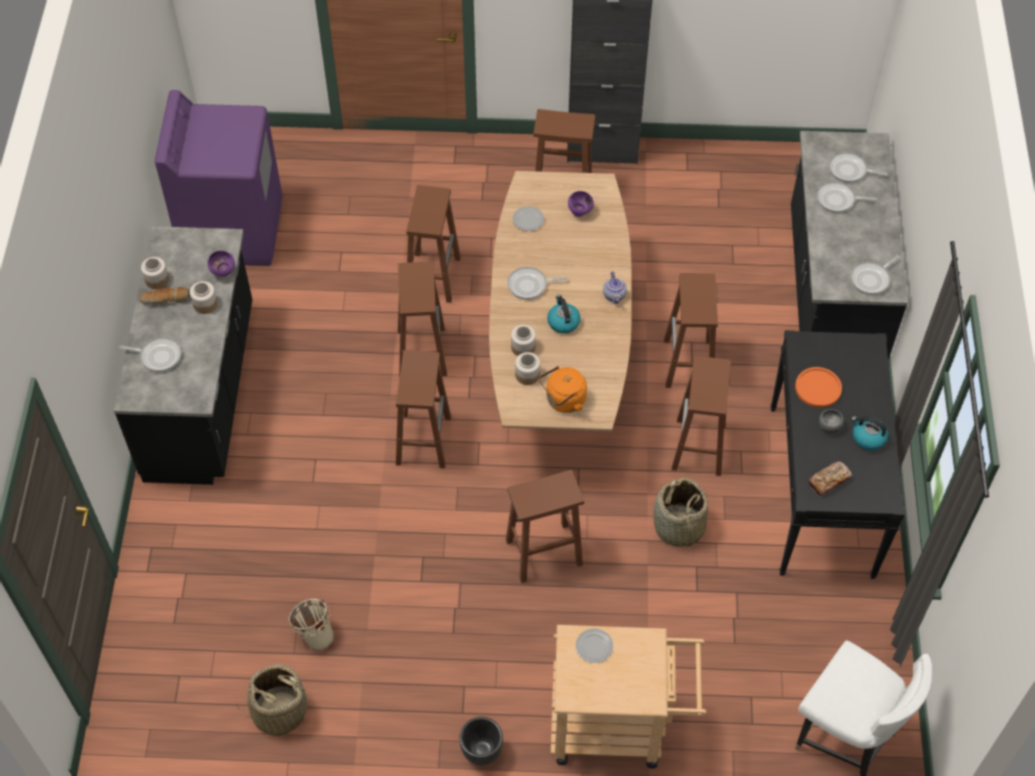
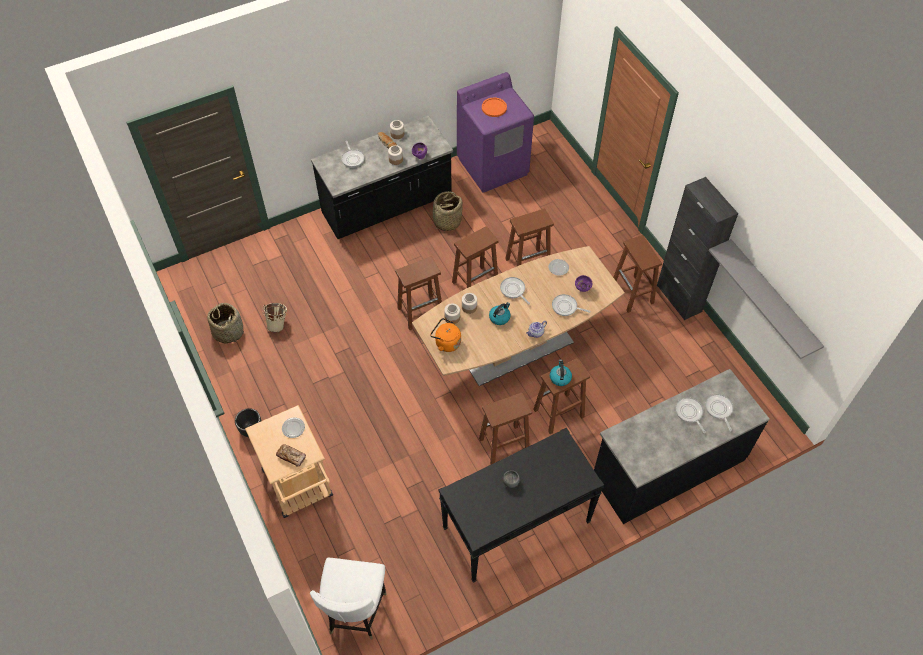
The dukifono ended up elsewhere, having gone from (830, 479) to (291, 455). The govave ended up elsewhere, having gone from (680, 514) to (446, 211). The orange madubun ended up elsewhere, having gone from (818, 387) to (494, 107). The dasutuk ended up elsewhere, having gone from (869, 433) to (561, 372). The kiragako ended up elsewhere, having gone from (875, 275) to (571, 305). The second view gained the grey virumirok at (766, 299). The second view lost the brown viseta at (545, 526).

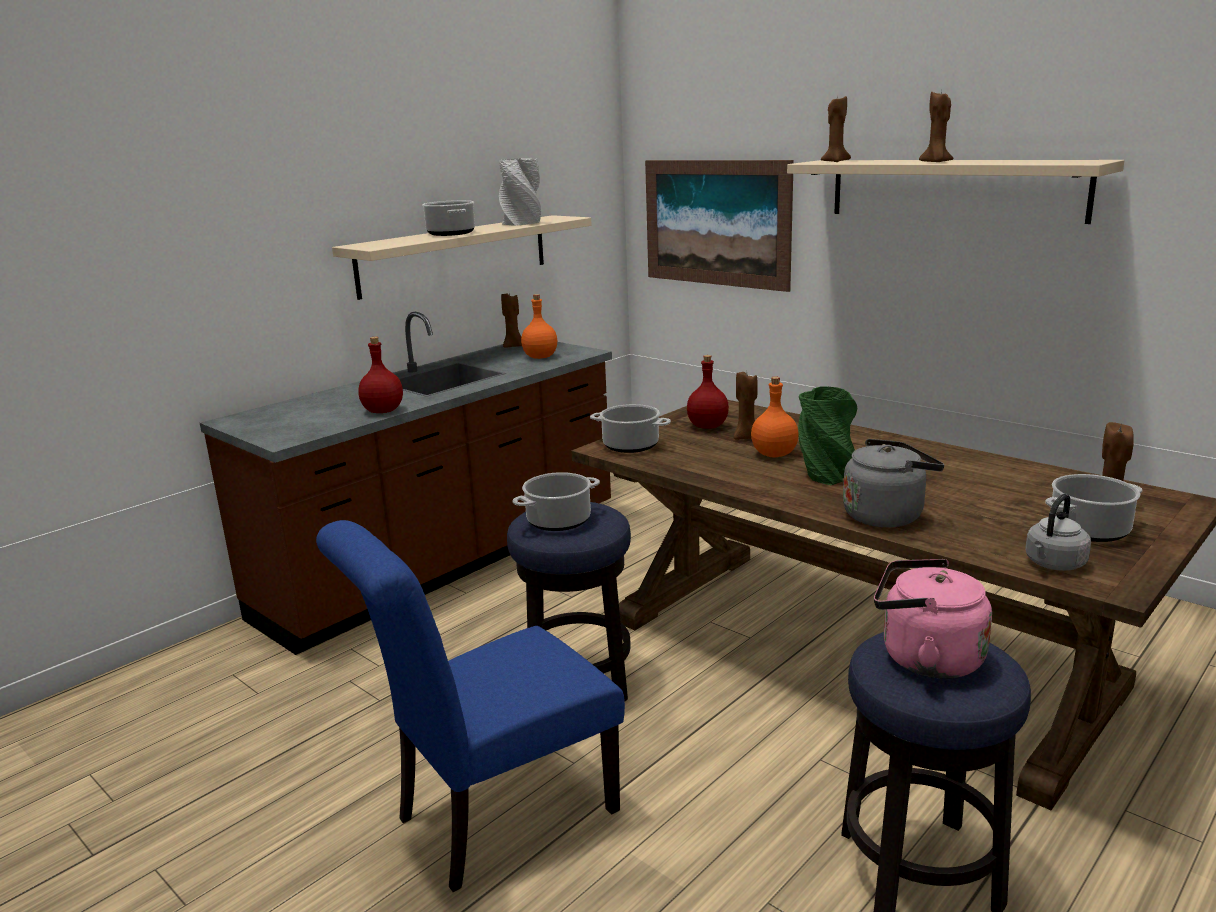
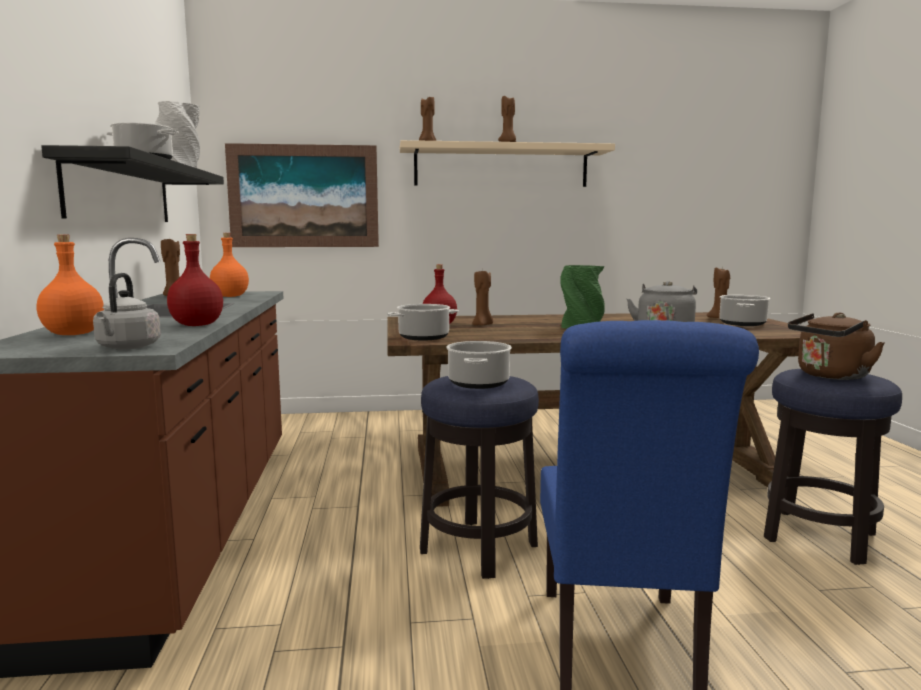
The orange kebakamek ended up elsewhere, having gone from (775, 417) to (70, 284). What was the beige virumirok at (462, 257) turned into the black virumirok at (132, 183). The grey dasutuk ended up elsewhere, having gone from (1058, 532) to (127, 311). What was the pink dasutuk at (933, 619) turned into the brown dasutuk at (836, 346).

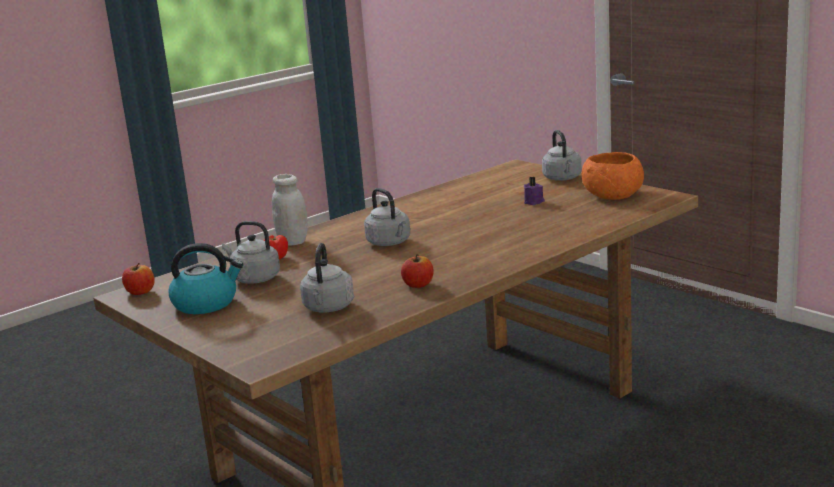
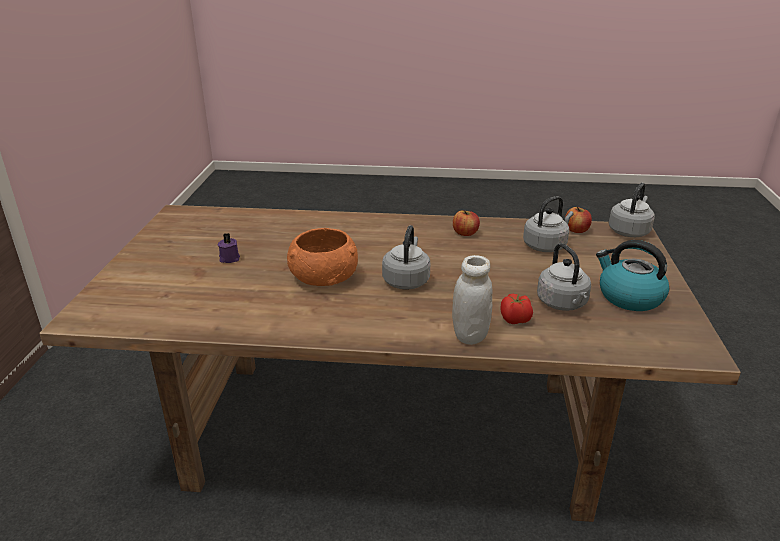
The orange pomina ended up elsewhere, having gone from (613, 176) to (322, 257). The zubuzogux ended up elsewhere, having gone from (138, 279) to (578, 220). The grey dasutuk ended up elsewhere, having gone from (562, 155) to (632, 210).

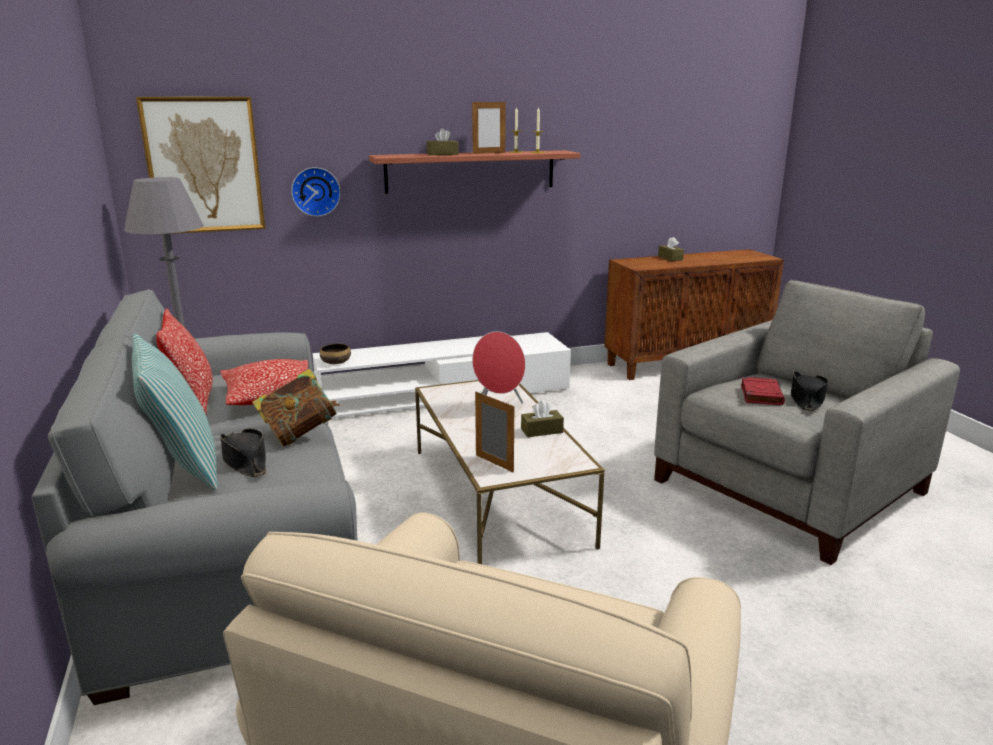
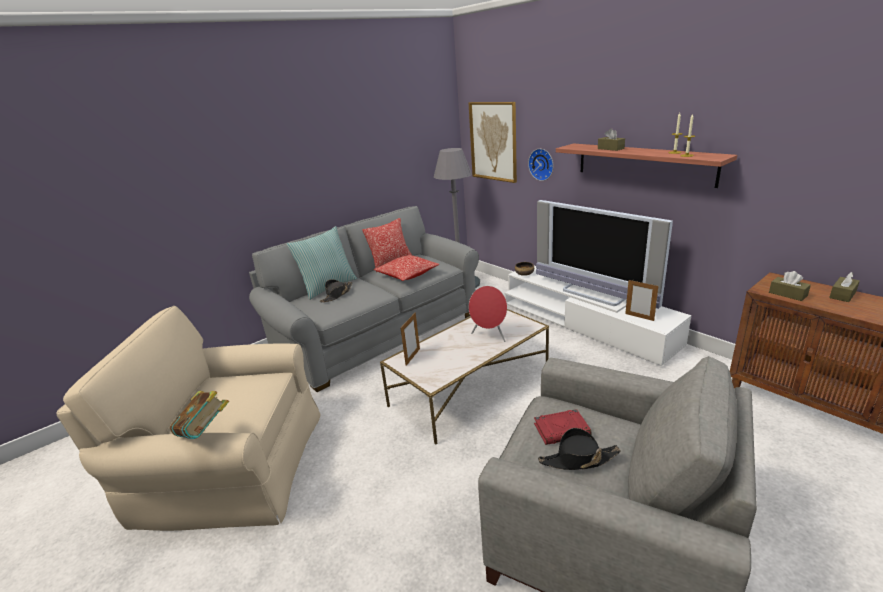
The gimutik ended up elsewhere, having gone from (296, 408) to (199, 415). The second view gained the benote at (604, 254). The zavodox ended up elsewhere, having gone from (489, 127) to (641, 300). The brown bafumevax ended up elsewhere, having gone from (542, 418) to (790, 286).

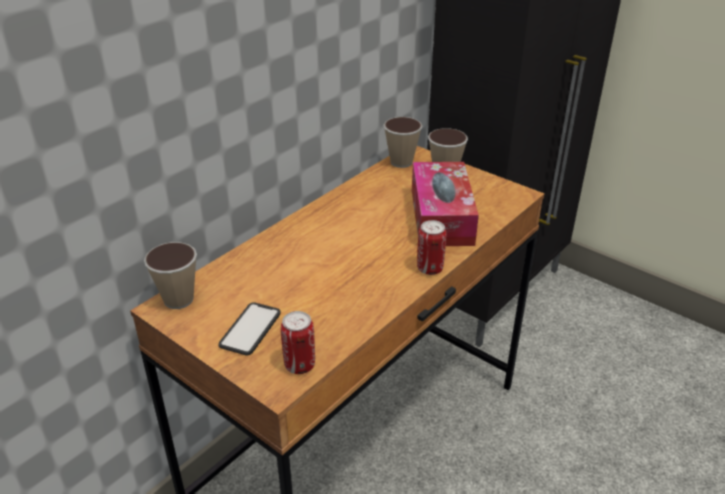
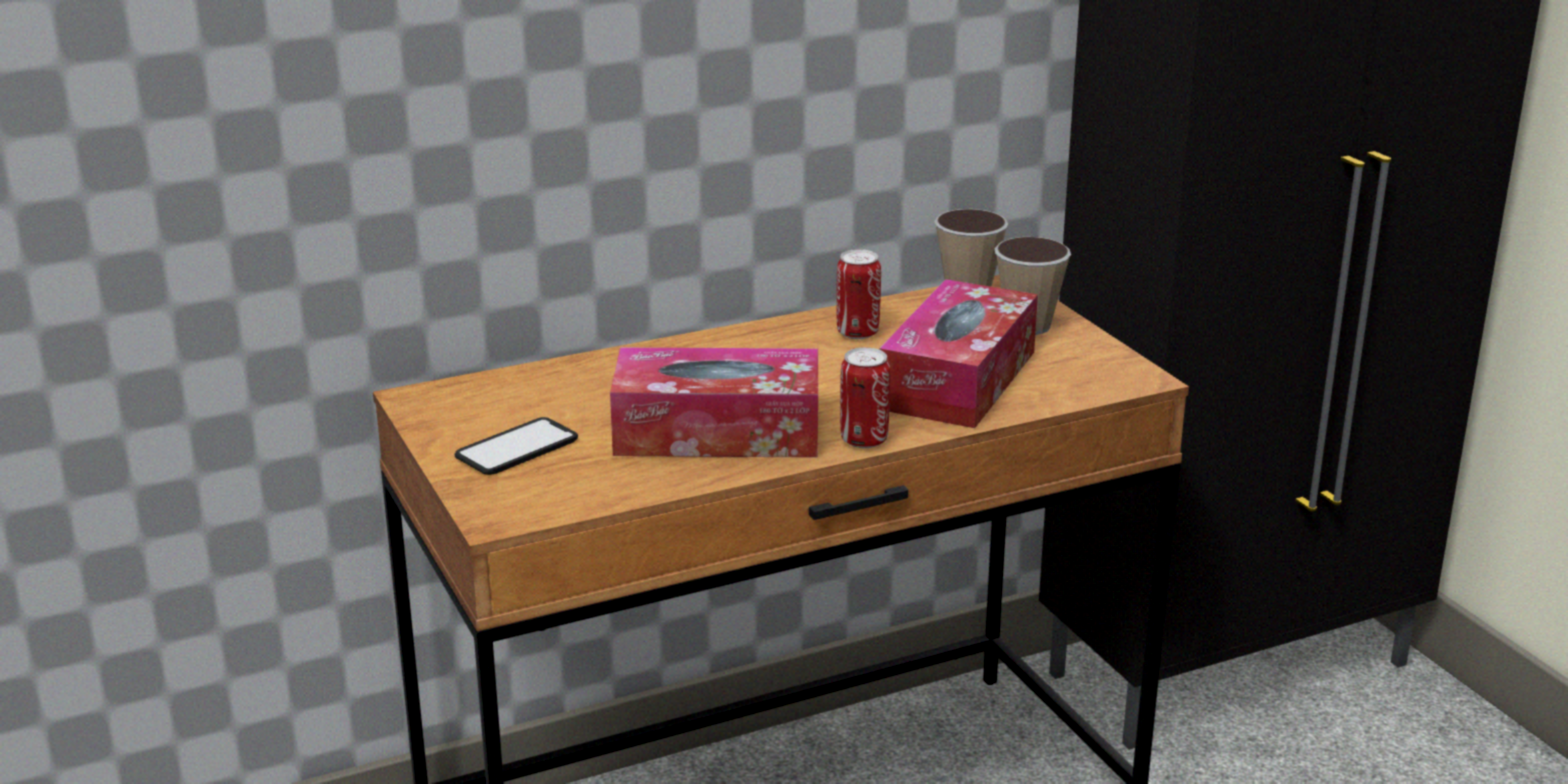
The second view gained the bafumevax at (714, 402). The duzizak ended up elsewhere, having gone from (298, 342) to (859, 294). The second view lost the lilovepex at (170, 275).

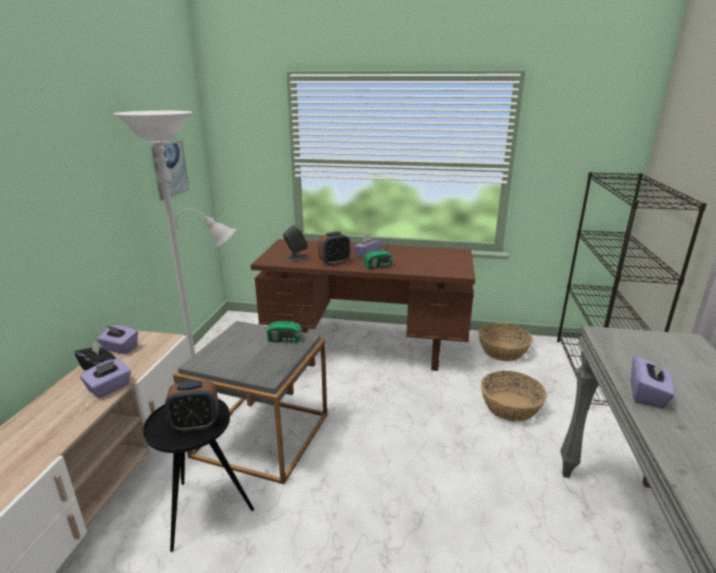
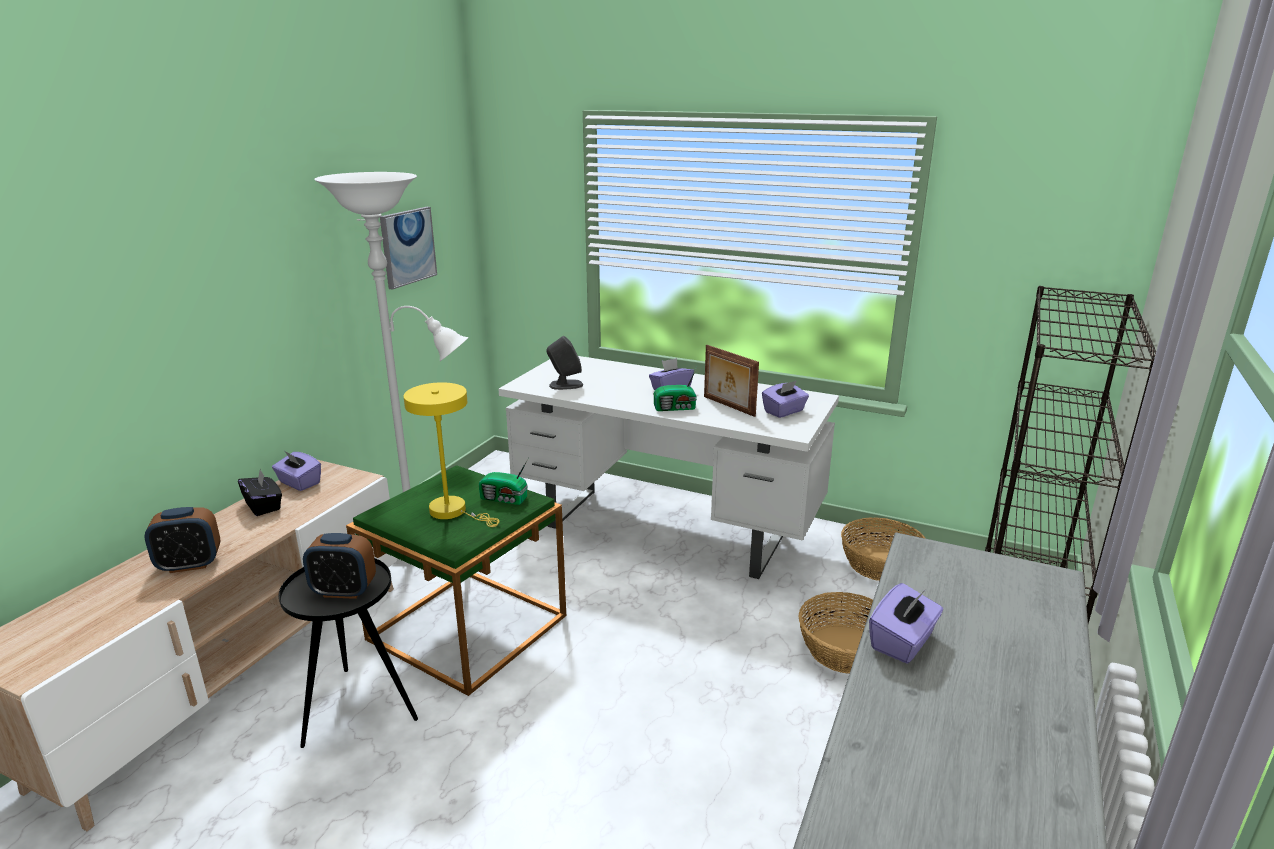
The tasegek ended up elsewhere, having gone from (334, 248) to (182, 540). What was the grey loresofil at (250, 402) turned into the green loresofil at (456, 580). The second view gained the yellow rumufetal at (451, 454). What was the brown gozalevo at (363, 305) turned into the white gozalevo at (668, 467). The second view gained the zavodox at (731, 381). The purple bafumevax ended up elsewhere, having gone from (105, 378) to (785, 399).

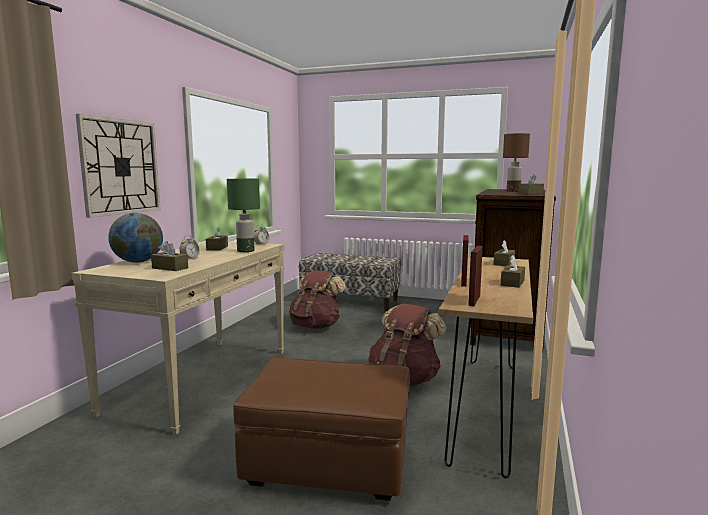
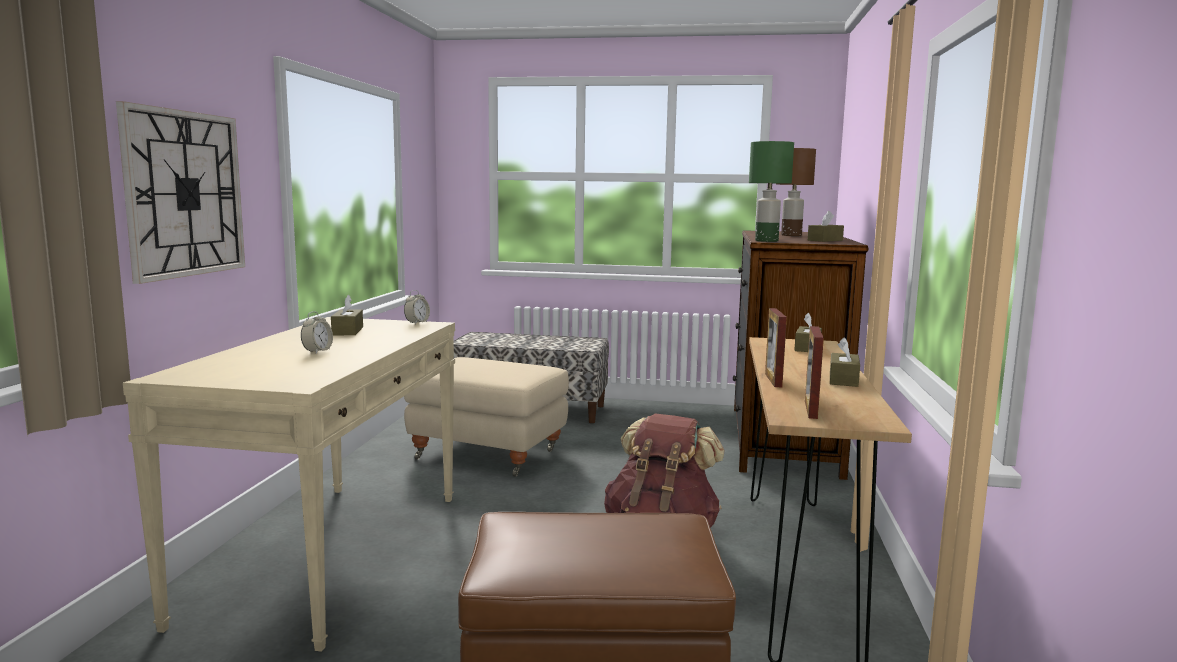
Where the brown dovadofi stood at (317, 299), the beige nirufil came to stand at (486, 417). The green rumufetal ended up elsewhere, having gone from (243, 215) to (771, 191). The second view lost the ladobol at (135, 238). The second view lost the brown bafumevax at (169, 256).

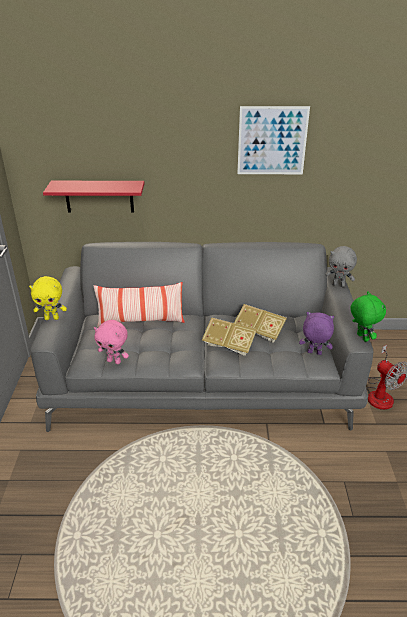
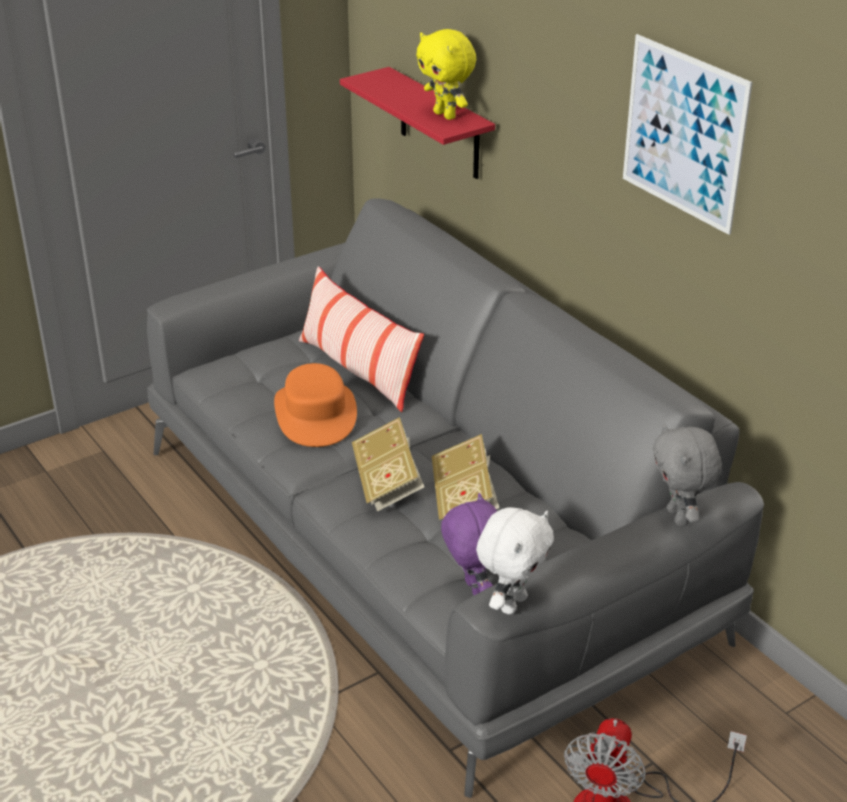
The second view gained the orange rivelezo at (315, 405). The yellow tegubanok ended up elsewhere, having gone from (48, 298) to (446, 74). What was the green tegubanok at (368, 317) turned into the white tegubanok at (515, 561). The second view lost the pink tegubanok at (111, 342).

